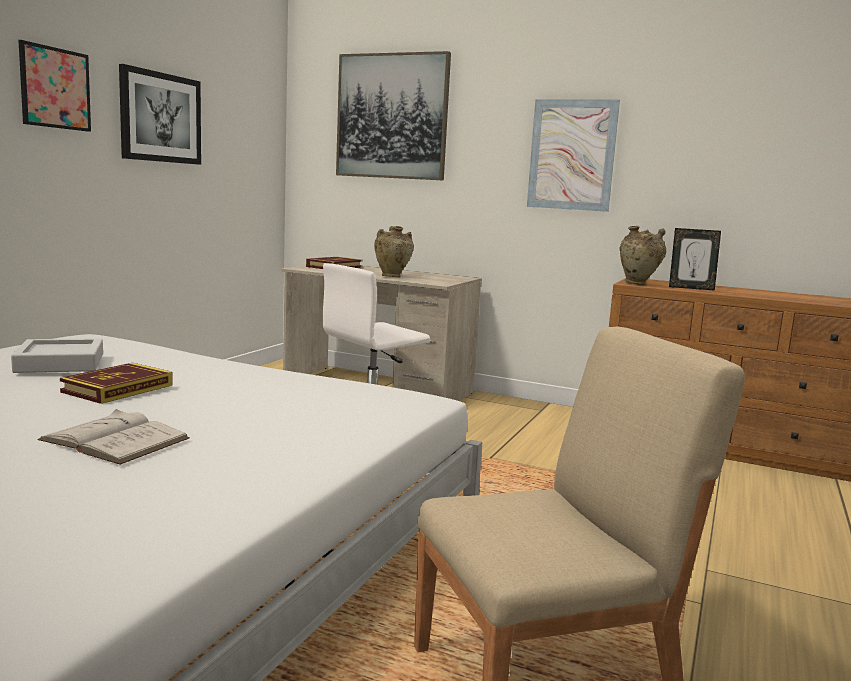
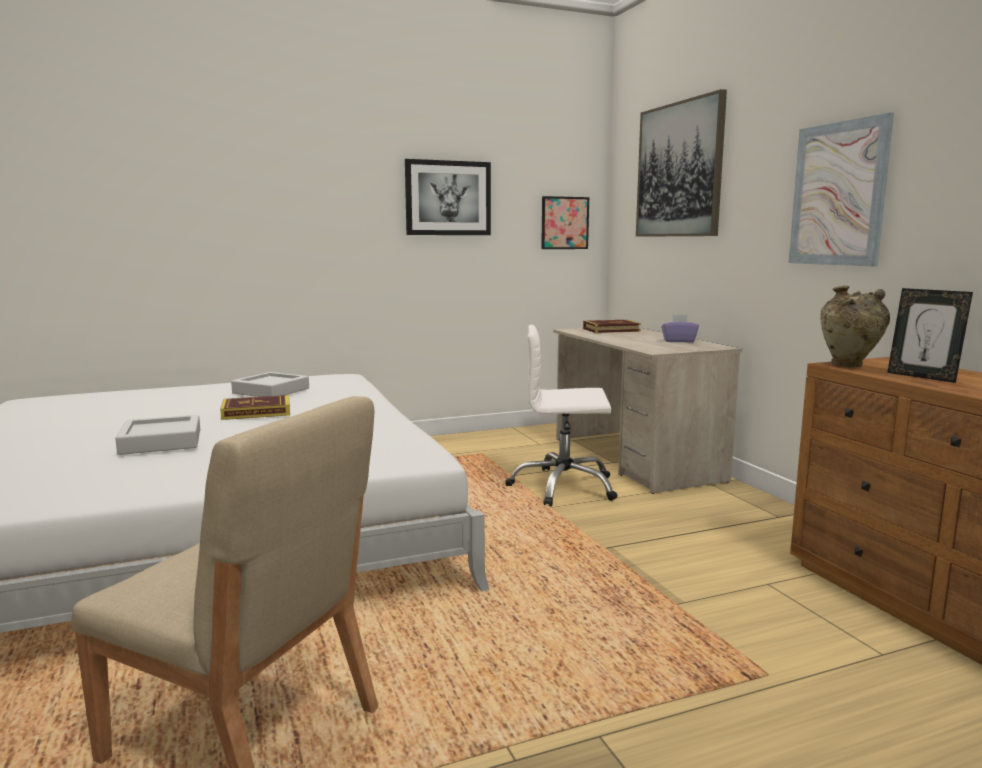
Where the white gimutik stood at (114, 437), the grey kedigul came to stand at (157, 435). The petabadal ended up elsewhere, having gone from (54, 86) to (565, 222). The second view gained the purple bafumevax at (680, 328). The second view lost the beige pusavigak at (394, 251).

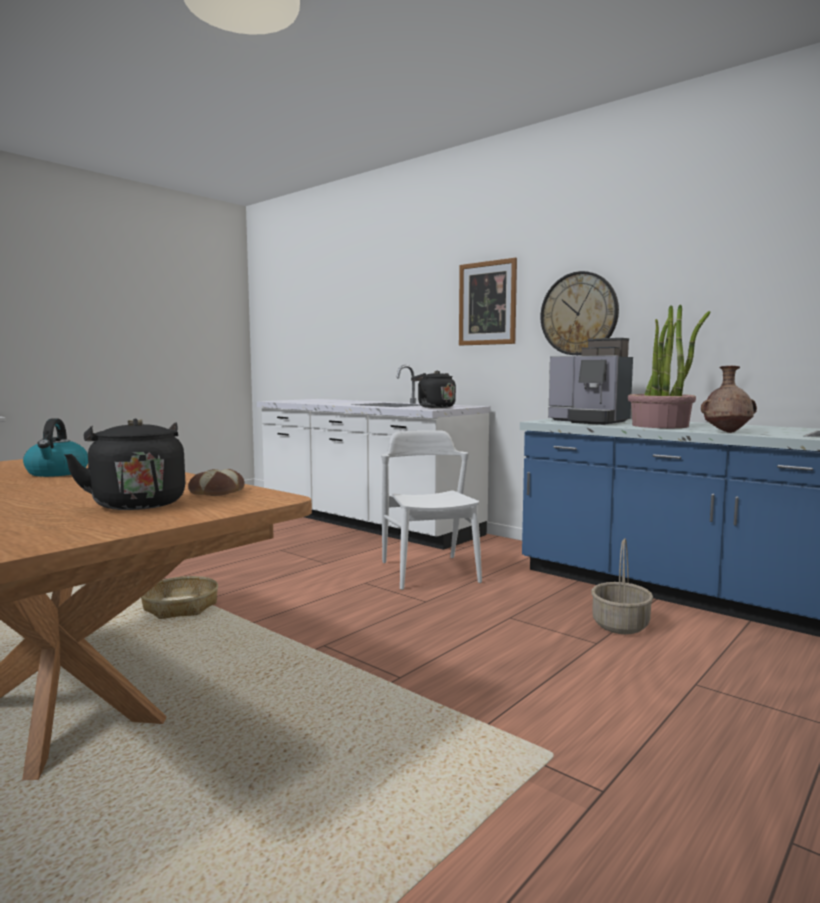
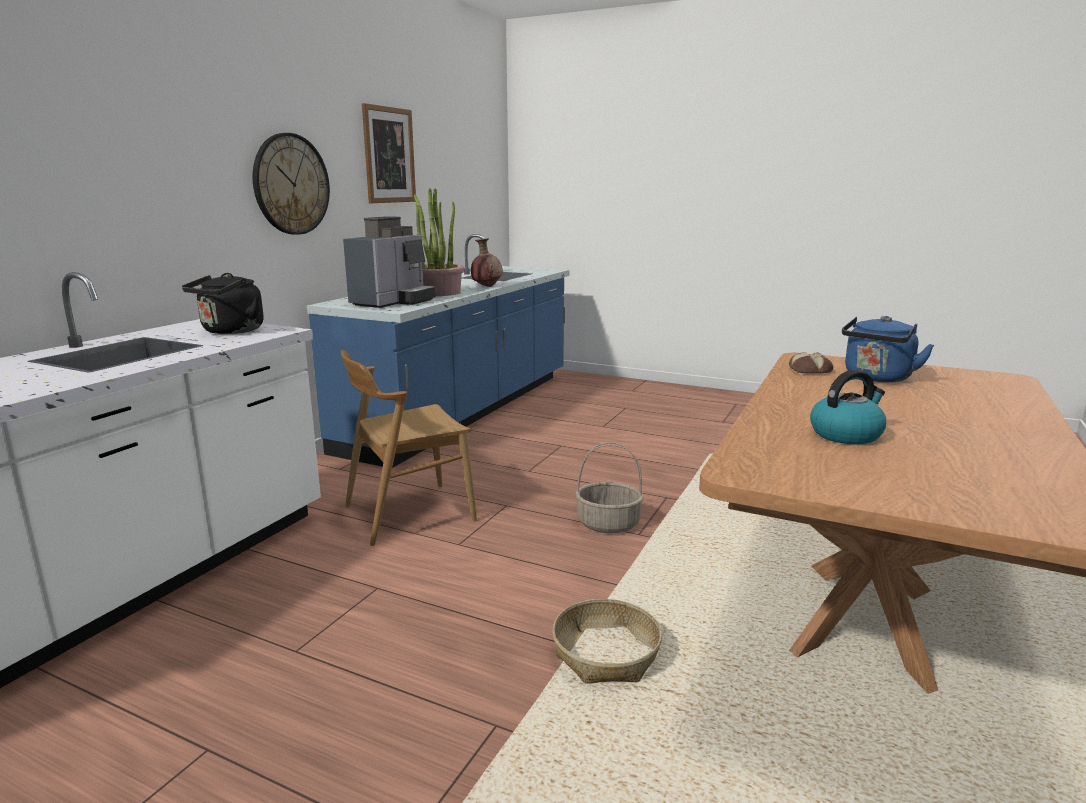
What was the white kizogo at (431, 510) turned into the brown kizogo at (409, 448). The petabadal ended up elsewhere, having gone from (488, 302) to (389, 153). The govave ended up elsewhere, having gone from (622, 586) to (609, 487). What was the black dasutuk at (124, 464) turned into the blue dasutuk at (888, 349).

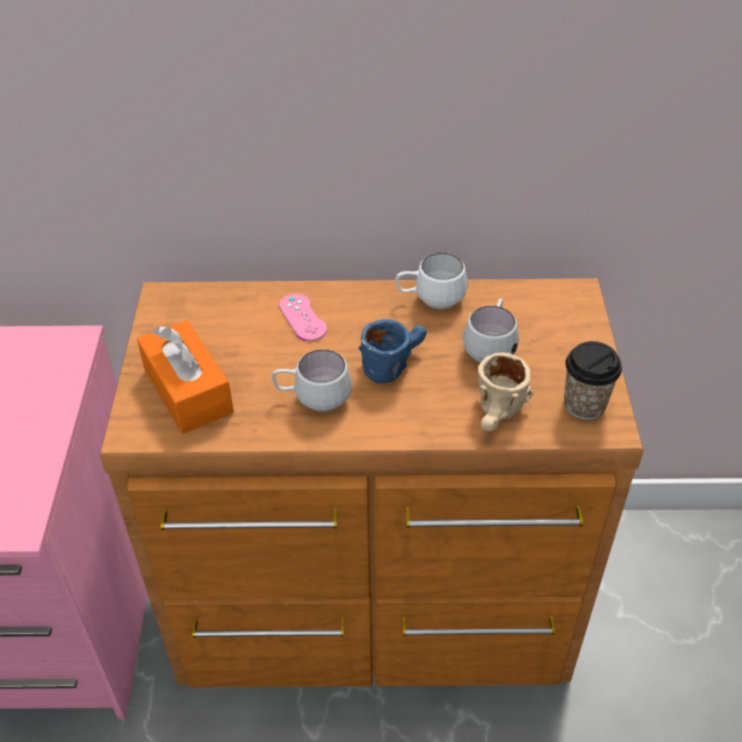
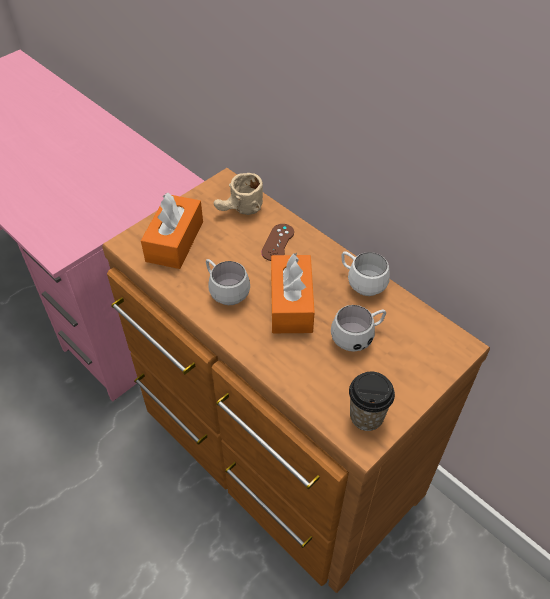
The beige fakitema ended up elsewhere, having gone from (506, 391) to (238, 194). What was the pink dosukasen at (303, 317) turned into the brown dosukasen at (277, 242). Where the blue fakitema stood at (393, 351), the orange bafumevax came to stand at (293, 293).

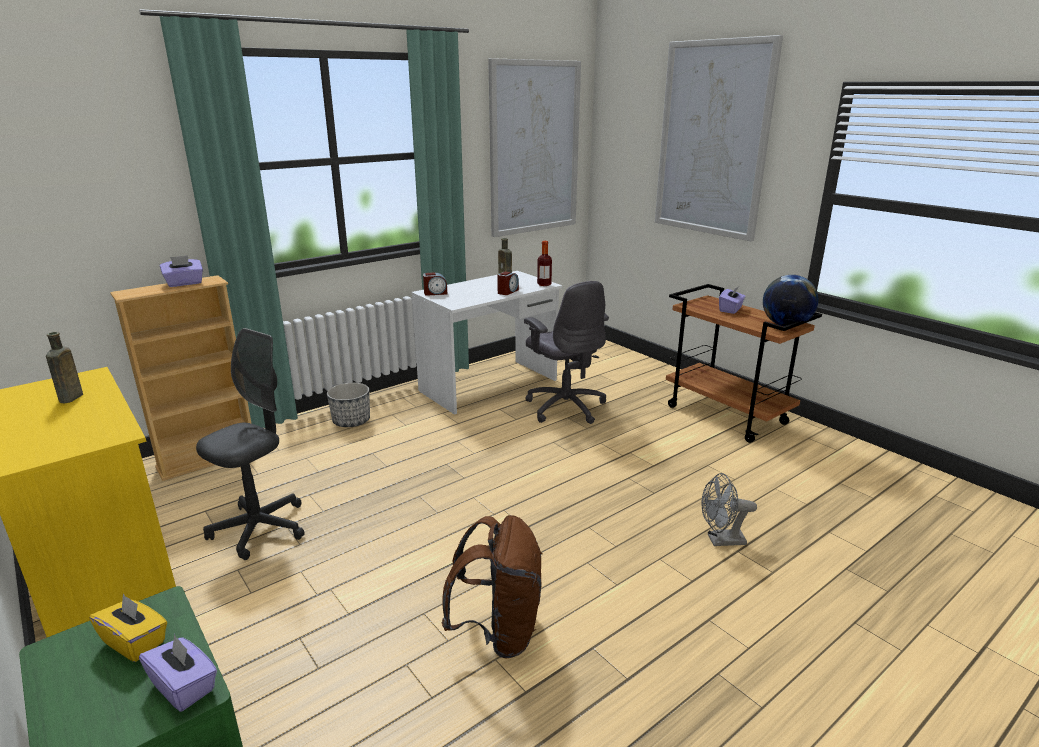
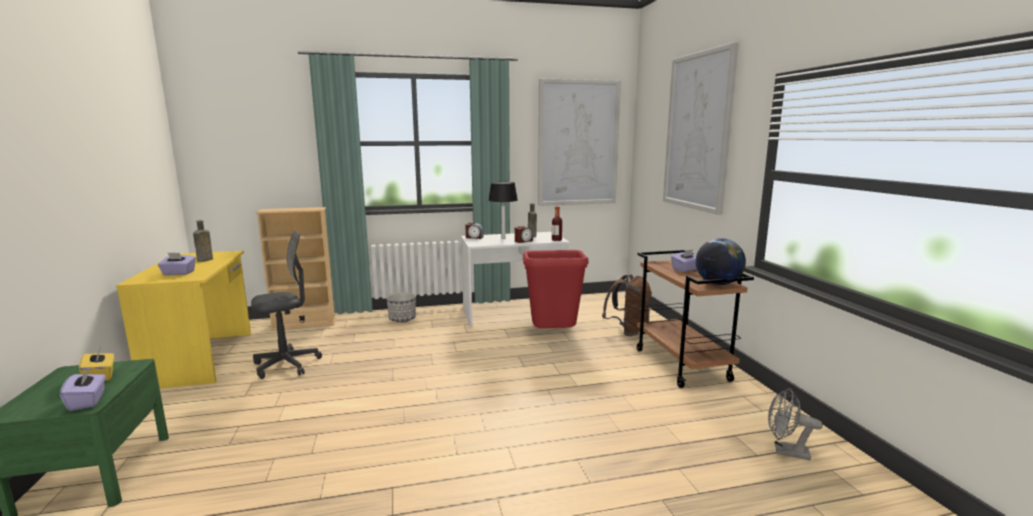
The purple bafumevax ended up elsewhere, having gone from (181, 271) to (177, 264). The second view gained the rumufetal at (503, 210). Where the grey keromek stood at (566, 352), the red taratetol came to stand at (556, 289). The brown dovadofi ended up elsewhere, having gone from (492, 587) to (627, 305). The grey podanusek ended up elsewhere, having gone from (729, 509) to (795, 424).

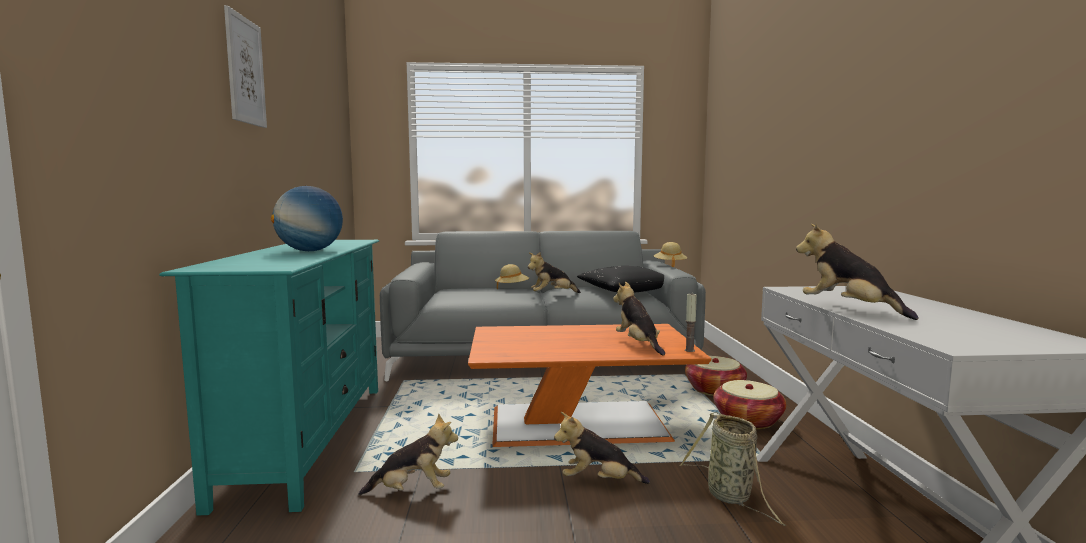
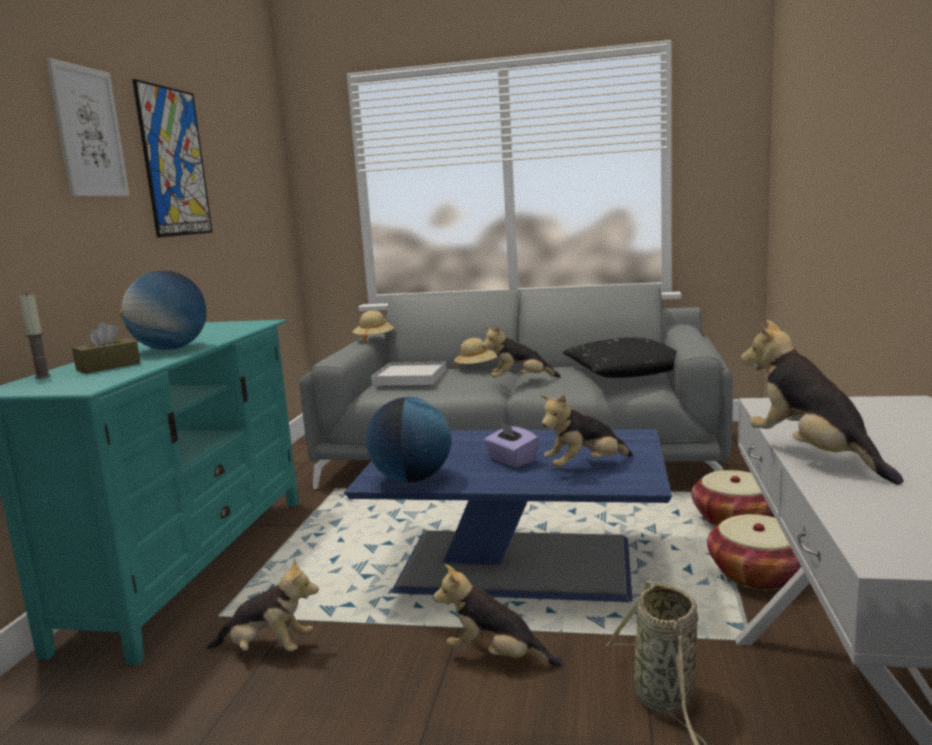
The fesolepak ended up elsewhere, having gone from (691, 323) to (35, 336). The second view gained the brown bafumevax at (106, 348). The second view gained the petabadal at (172, 158). What was the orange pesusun at (590, 385) turned into the blue pesusun at (508, 515). The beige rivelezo ended up elsewhere, having gone from (670, 254) to (373, 327). The second view gained the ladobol at (408, 439). The second view gained the white kedigul at (408, 374). The second view gained the purple bafumevax at (511, 444). The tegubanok at (639, 318) ended up facing another way, 105 degrees counterclockwise from before.

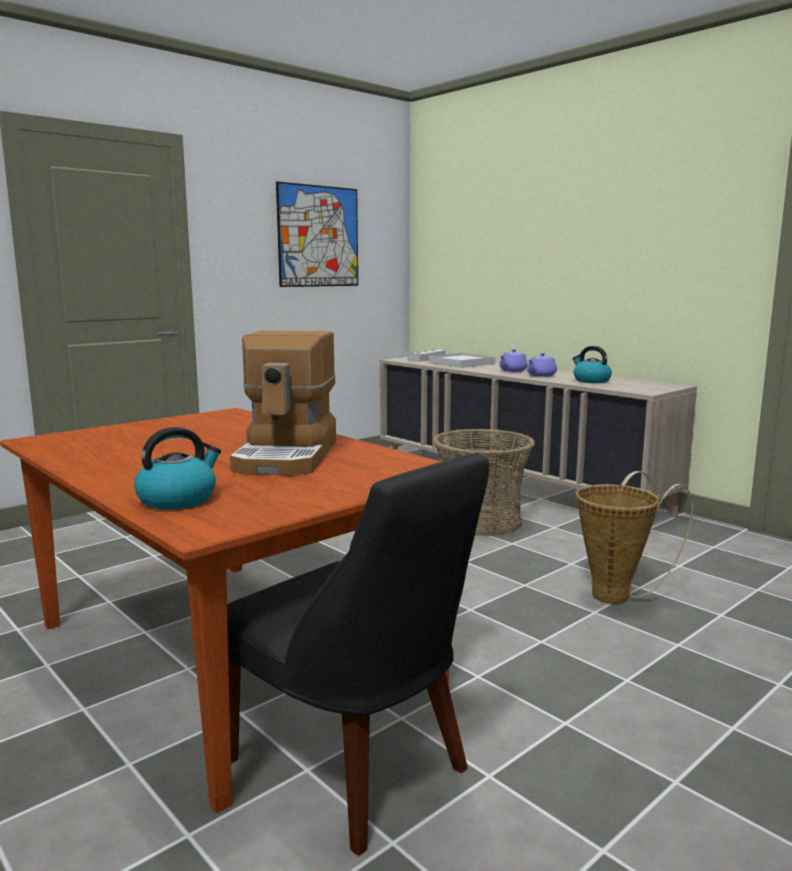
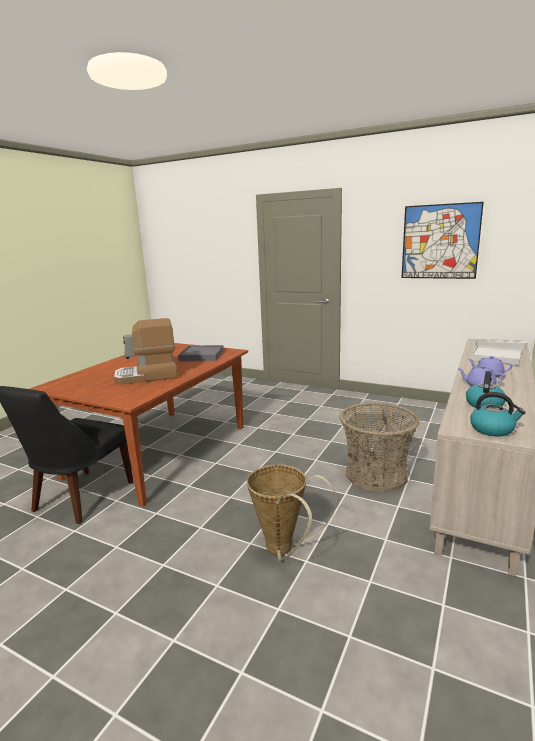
The second view gained the grey kedigul at (201, 353). The dasutuk ended up elsewhere, having gone from (178, 468) to (498, 414).

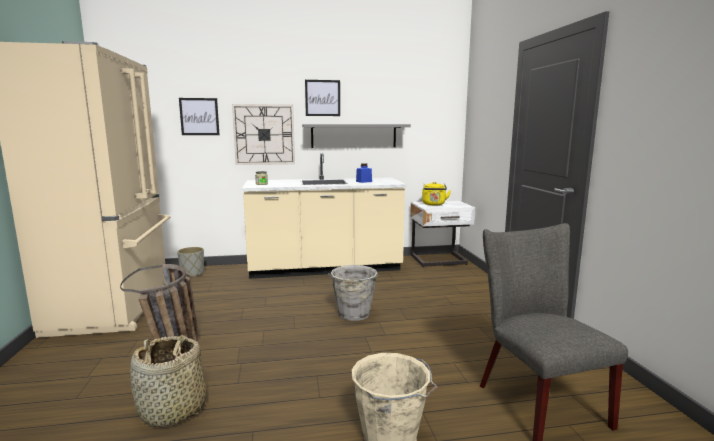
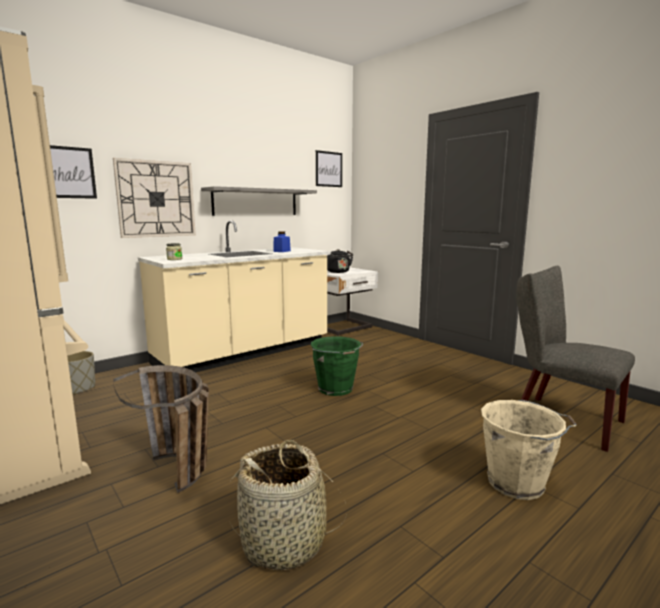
What was the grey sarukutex at (353, 293) turned into the green sarukutex at (337, 366). The petabadal ended up elsewhere, having gone from (322, 98) to (329, 168). What was the yellow dasutuk at (436, 193) turned into the black dasutuk at (340, 261).

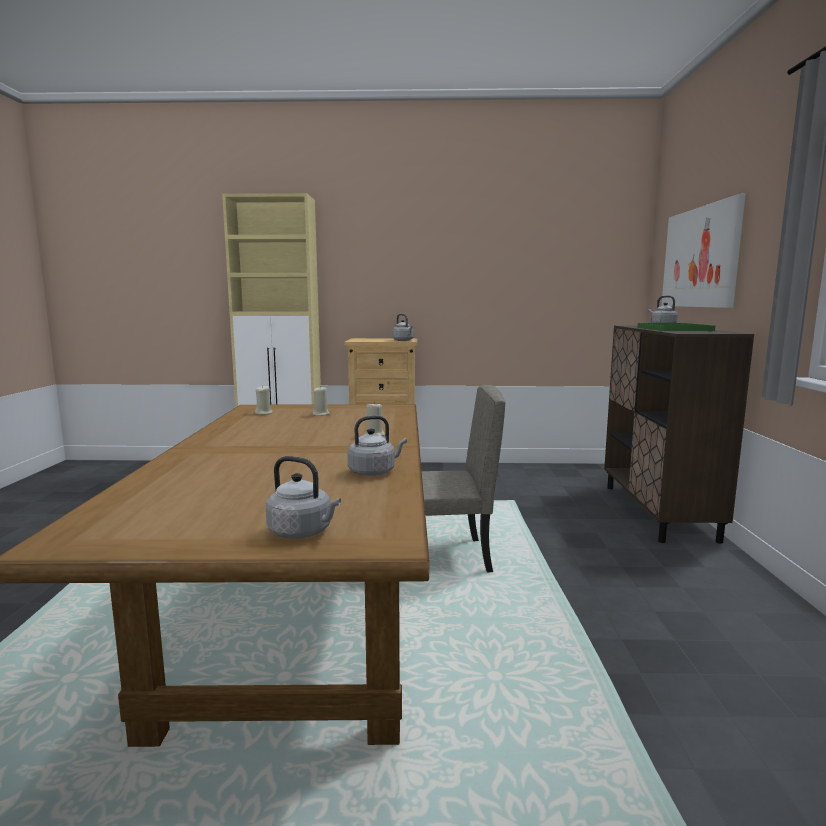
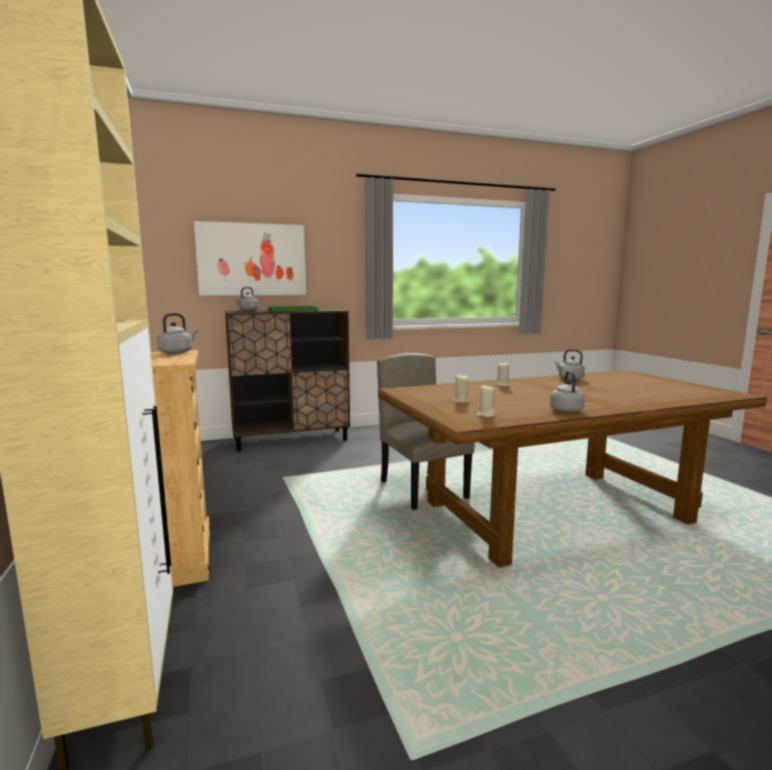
The grey dasutuk ended up elsewhere, having gone from (303, 497) to (567, 392).

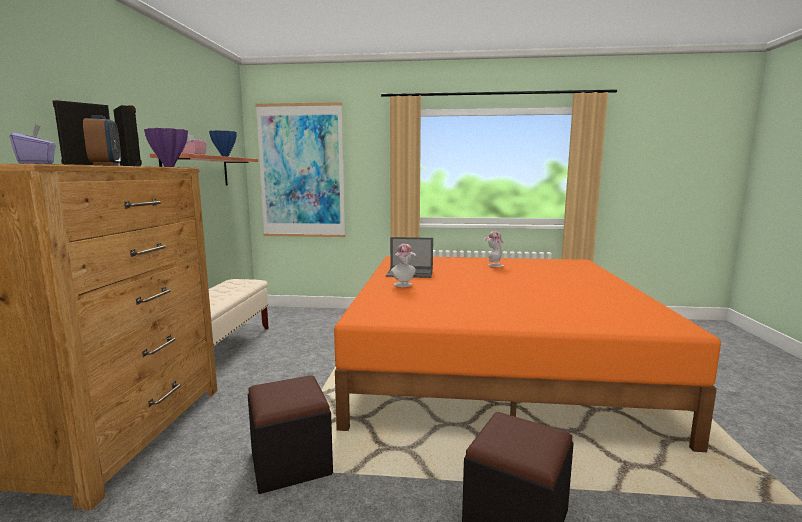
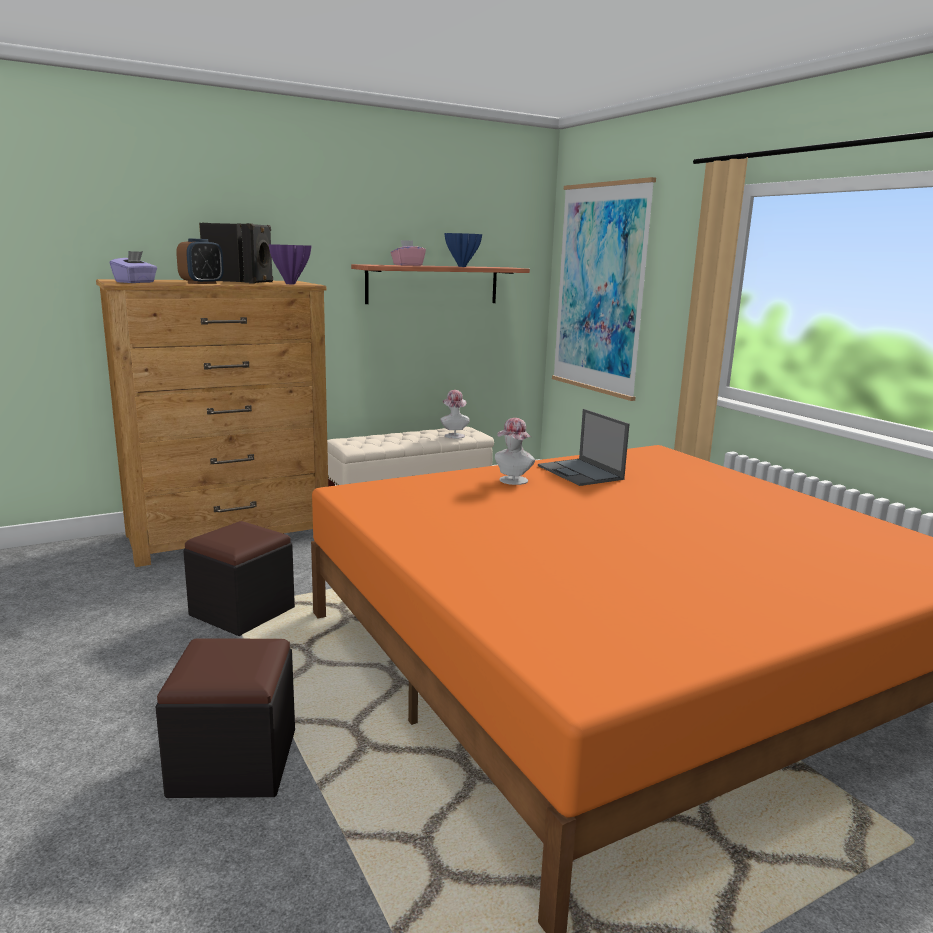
The rivelezo ended up elsewhere, having gone from (494, 249) to (455, 414).

